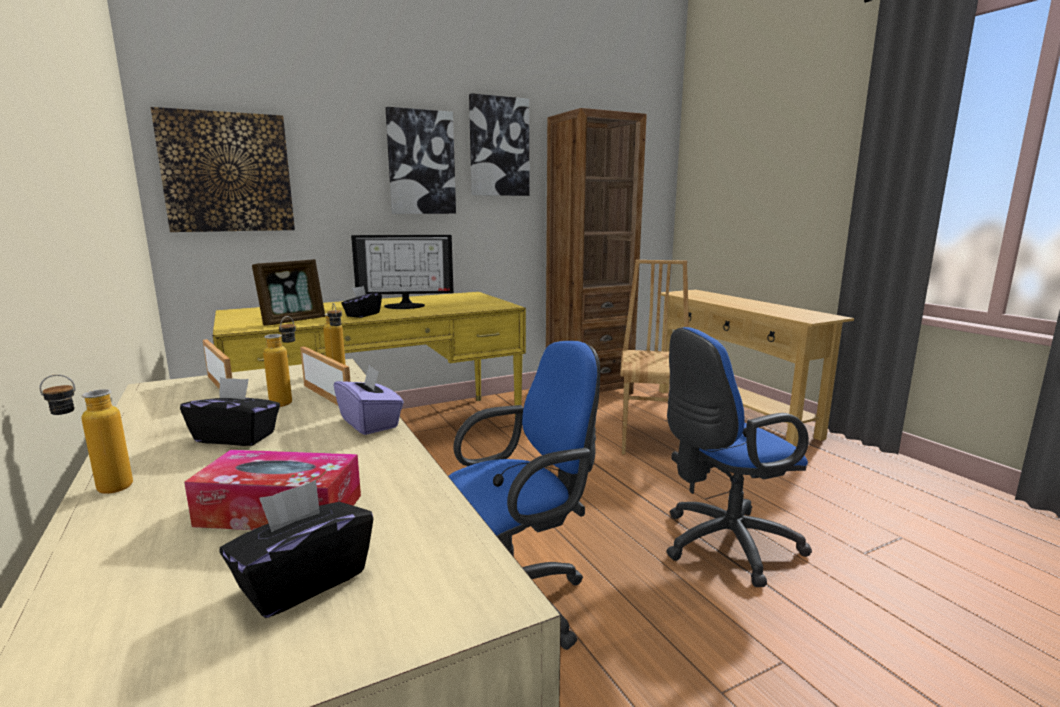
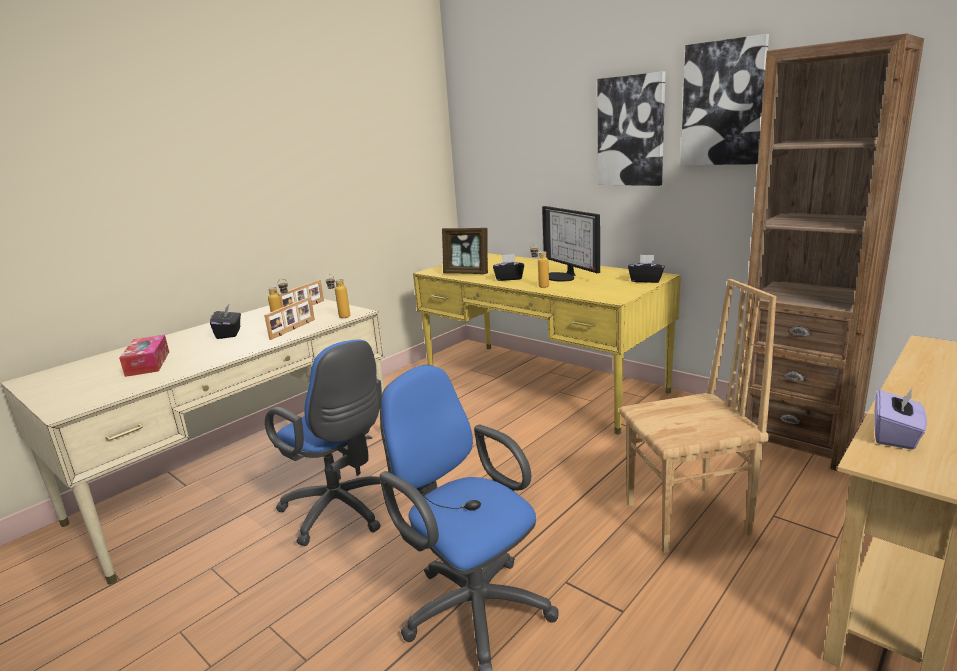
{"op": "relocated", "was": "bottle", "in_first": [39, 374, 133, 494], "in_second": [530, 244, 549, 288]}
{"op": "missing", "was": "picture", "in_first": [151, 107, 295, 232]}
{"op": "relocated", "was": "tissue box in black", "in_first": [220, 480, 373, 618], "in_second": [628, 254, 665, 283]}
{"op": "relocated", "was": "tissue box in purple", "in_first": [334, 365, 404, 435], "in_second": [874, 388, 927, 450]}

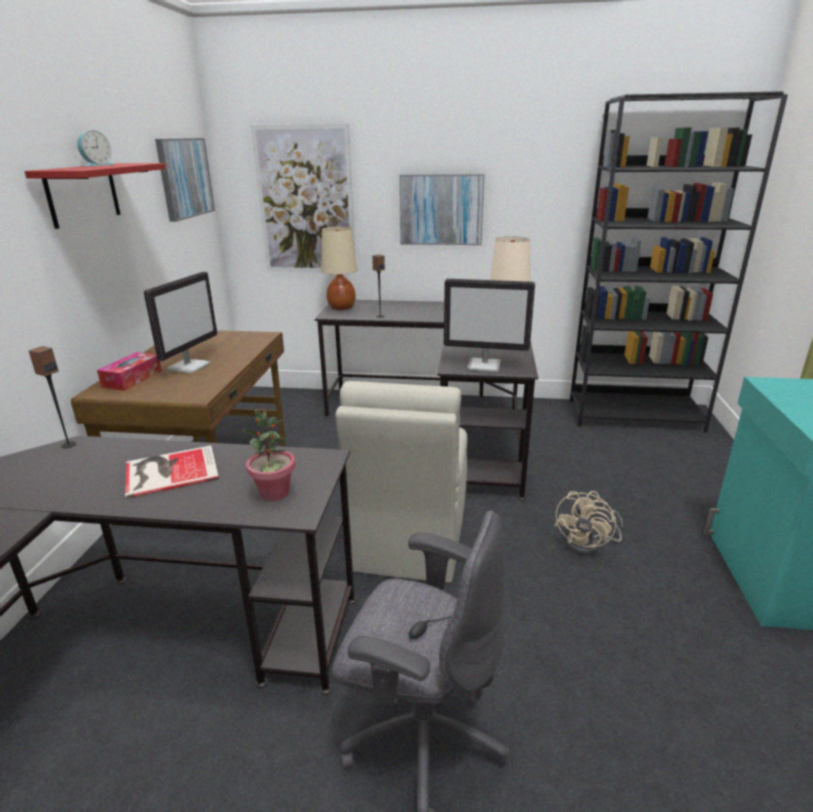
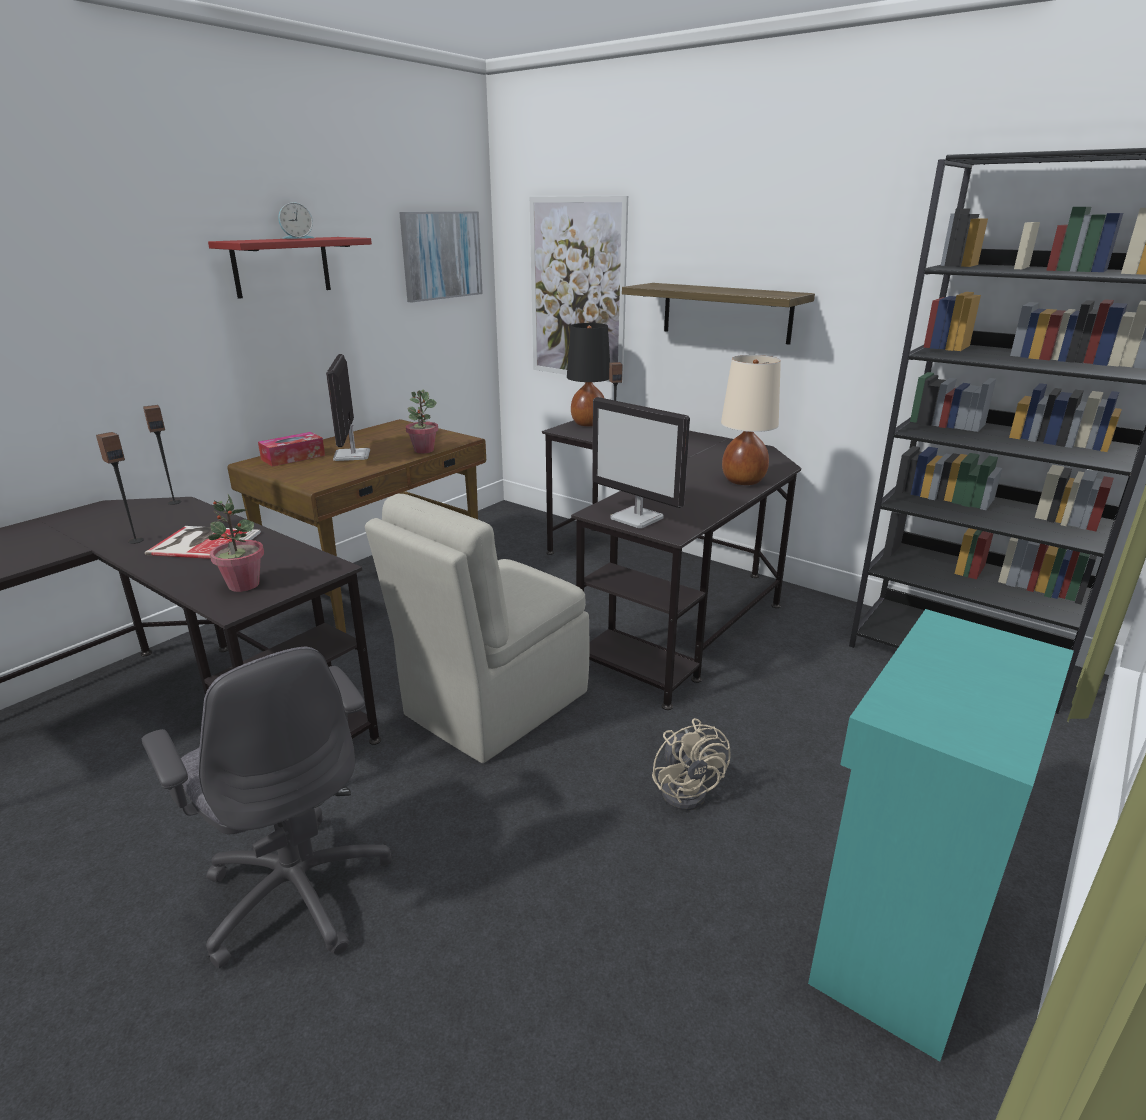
{"op": "spun", "was": "monitor", "in_first": [144, 272, 217, 374], "in_second": [326, 354, 370, 461], "clockwise": 120}
{"op": "colour", "was": "table lamp in beige", "now": "table lamp in black", "in_first": [321, 226, 357, 310], "in_second": [567, 323, 610, 426]}
{"op": "exchanged", "was": "picture", "now": "shelf", "in_first": [400, 174, 485, 245], "in_second": [622, 283, 815, 345]}
{"op": "spun", "was": "fan in beige", "in_first": [555, 491, 623, 555], "in_second": [652, 718, 731, 810], "clockwise": -75}
{"op": "appeared", "now": "speaker", "in_second": [96, 432, 144, 544]}
{"op": "appeared", "now": "potted plant", "in_second": [406, 390, 438, 453]}

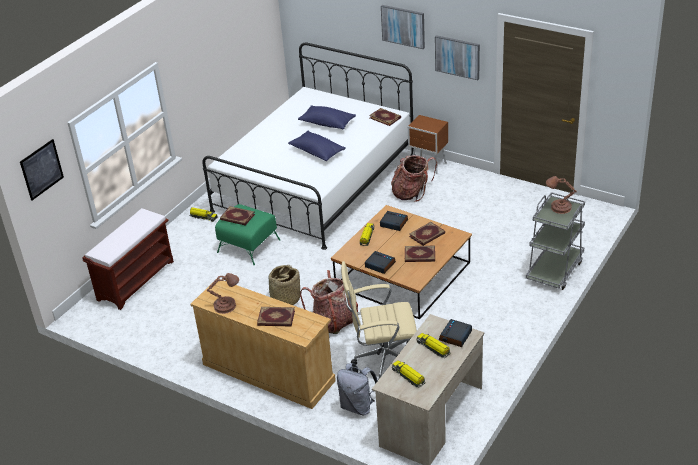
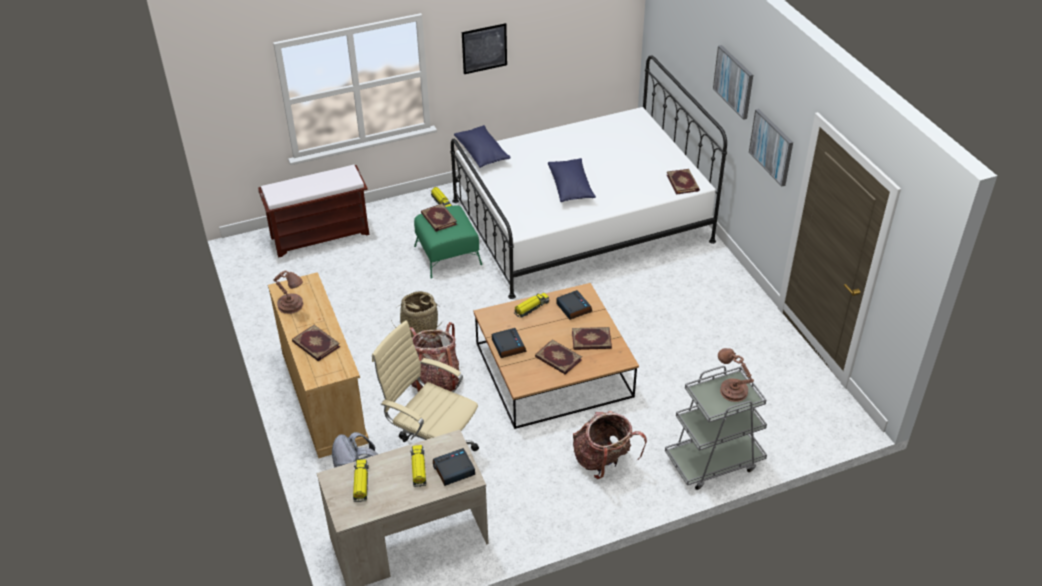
{"op": "relocated", "was": "picture", "in_first": [20, 139, 64, 201], "in_second": [462, 23, 507, 74]}
{"op": "relocated", "was": "pillow in blue", "in_first": [298, 105, 356, 130], "in_second": [454, 125, 511, 168]}
{"op": "relocated", "was": "backpack", "in_first": [391, 155, 437, 202], "in_second": [573, 411, 647, 479]}
{"op": "missing", "was": "nightstand in brown", "in_first": [408, 115, 448, 174]}

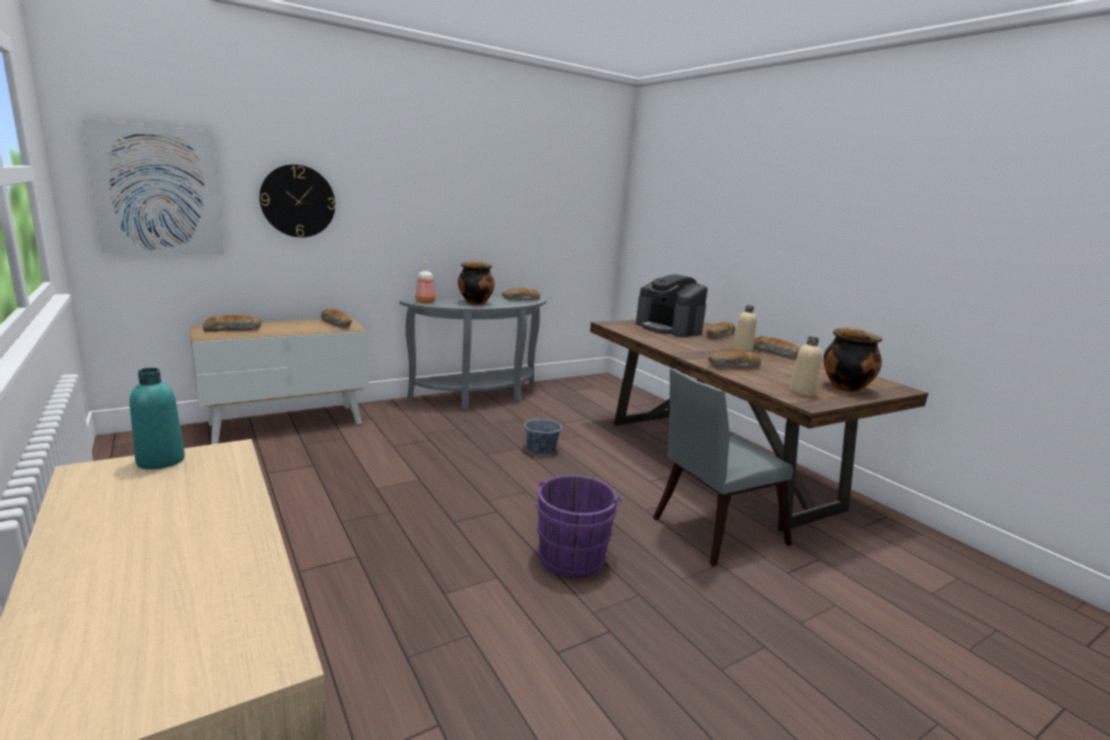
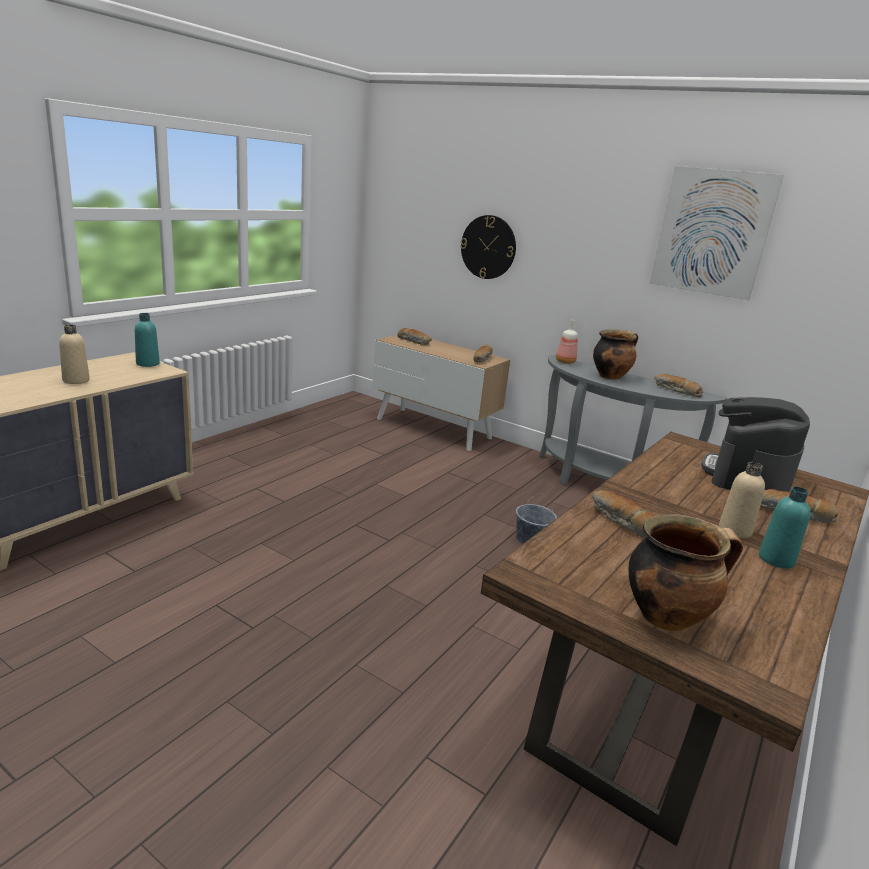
{"op": "relocated", "was": "picture", "in_first": [82, 119, 224, 254], "in_second": [650, 166, 784, 300]}
{"op": "missing", "was": "bucket in purple", "in_first": [536, 475, 623, 578]}
{"op": "missing", "was": "chair in grey", "in_first": [653, 368, 793, 566]}
{"op": "exchanged", "was": "bread", "now": "bottle in turquoise", "in_first": [753, 336, 800, 358], "in_second": [759, 486, 810, 569]}
{"op": "relocated", "was": "bottle in beige", "in_first": [790, 336, 822, 396], "in_second": [59, 325, 90, 384]}

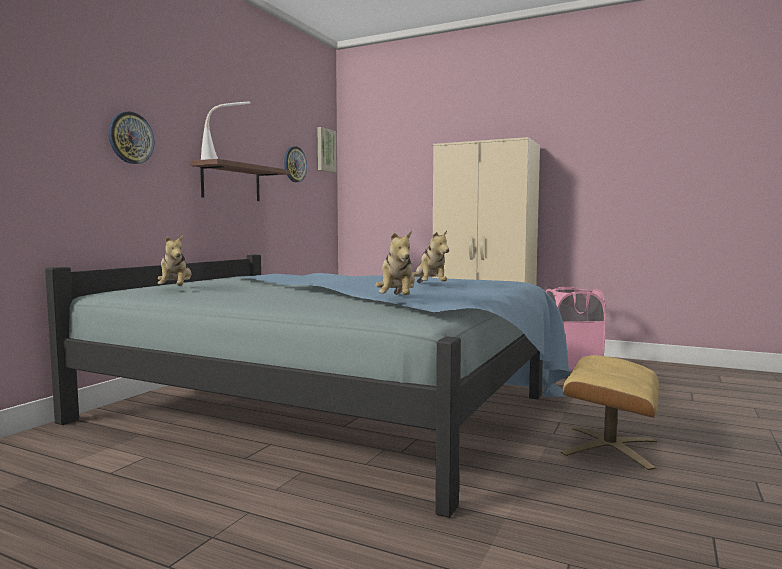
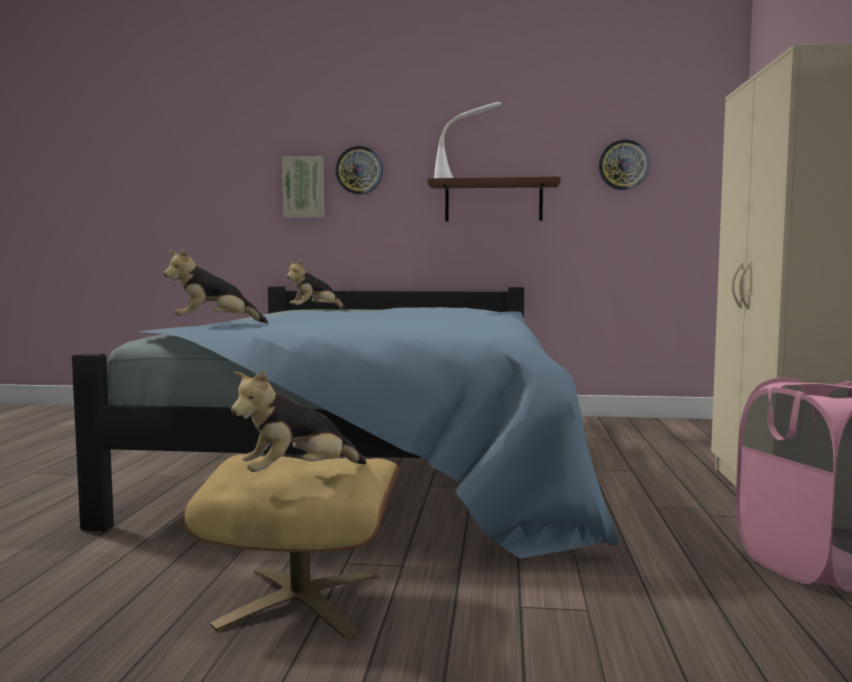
{"op": "relocated", "was": "picture", "in_first": [318, 127, 337, 173], "in_second": [282, 156, 324, 218]}
{"op": "relocated", "was": "plush toy", "in_first": [412, 230, 449, 283], "in_second": [231, 370, 366, 472]}

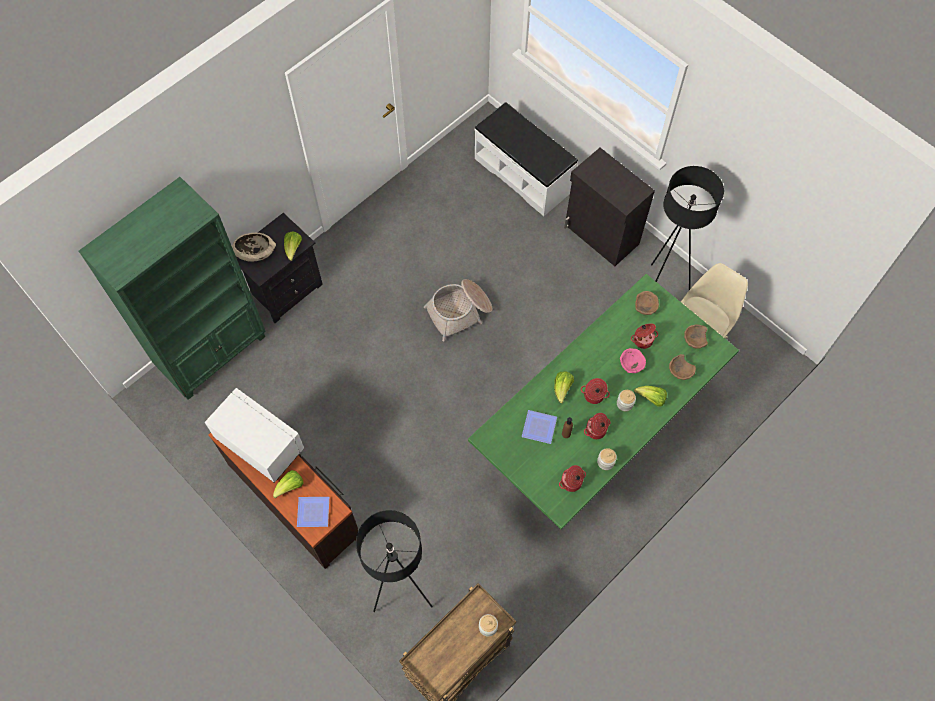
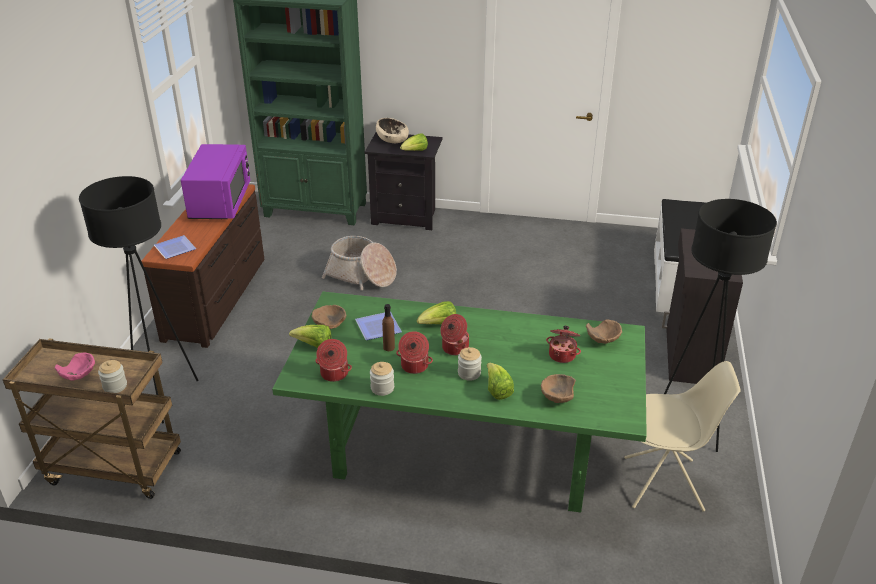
{"op": "colour", "was": "microwave in white", "now": "microwave in purple", "in_first": [205, 388, 304, 483], "in_second": [181, 144, 250, 219]}
{"op": "relocated", "was": "lettuce", "in_first": [273, 470, 304, 499], "in_second": [289, 325, 332, 348]}
{"op": "relocated", "was": "basket", "in_first": [424, 279, 493, 341], "in_second": [322, 236, 397, 290]}
{"op": "relocated", "was": "bowl in pink", "in_first": [620, 348, 646, 373], "in_second": [55, 352, 95, 381]}
{"op": "relocated", "was": "bowl in brown", "in_first": [684, 325, 708, 349], "in_second": [312, 305, 346, 329]}

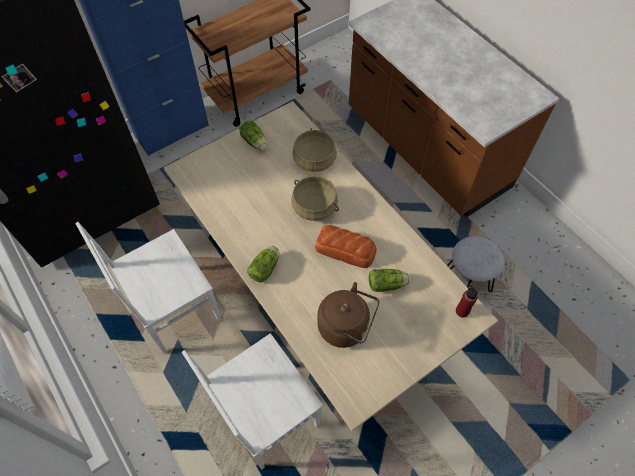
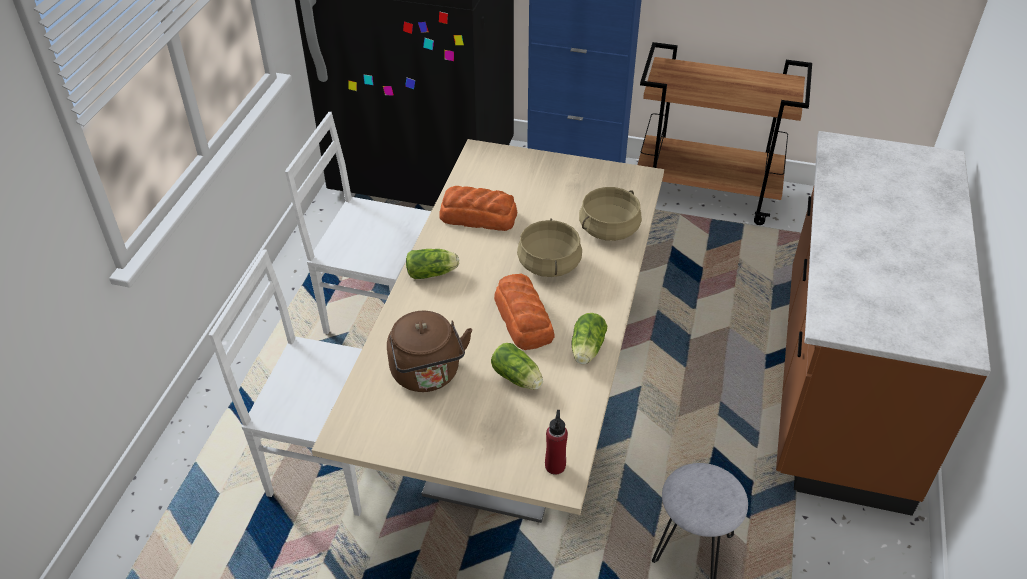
{"op": "relocated", "was": "lettuce", "in_first": [240, 120, 267, 151], "in_second": [572, 313, 607, 364]}
{"op": "appeared", "now": "bread", "in_second": [440, 186, 517, 231]}

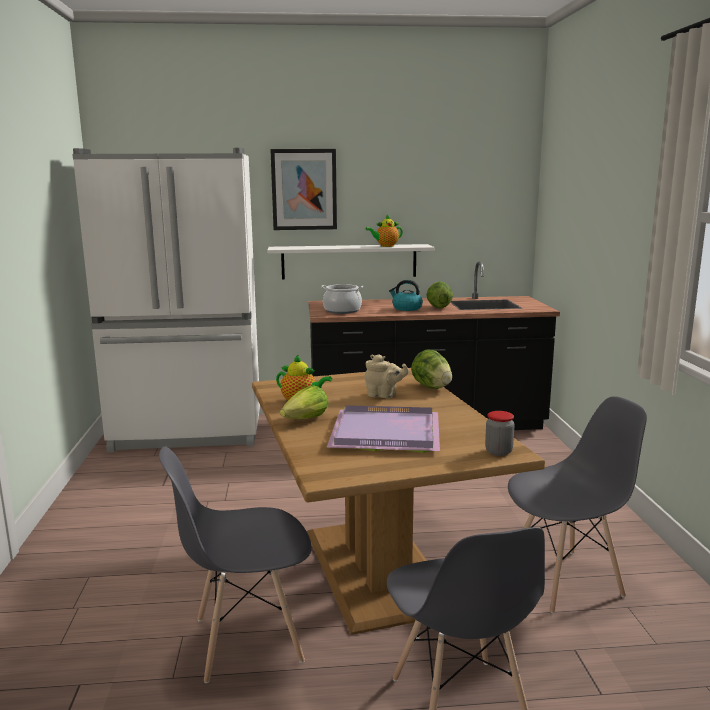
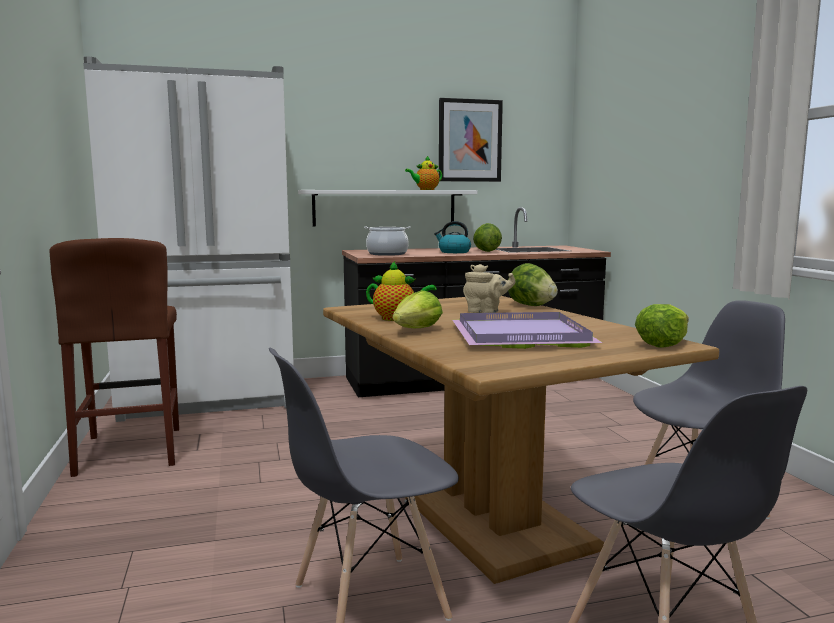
{"op": "relocated", "was": "picture", "in_first": [270, 149, 337, 230], "in_second": [439, 98, 503, 182]}
{"op": "exchanged", "was": "jar", "now": "lettuce", "in_first": [485, 411, 515, 456], "in_second": [635, 304, 689, 347]}
{"op": "appeared", "now": "stool in brown", "in_second": [49, 238, 179, 477]}

